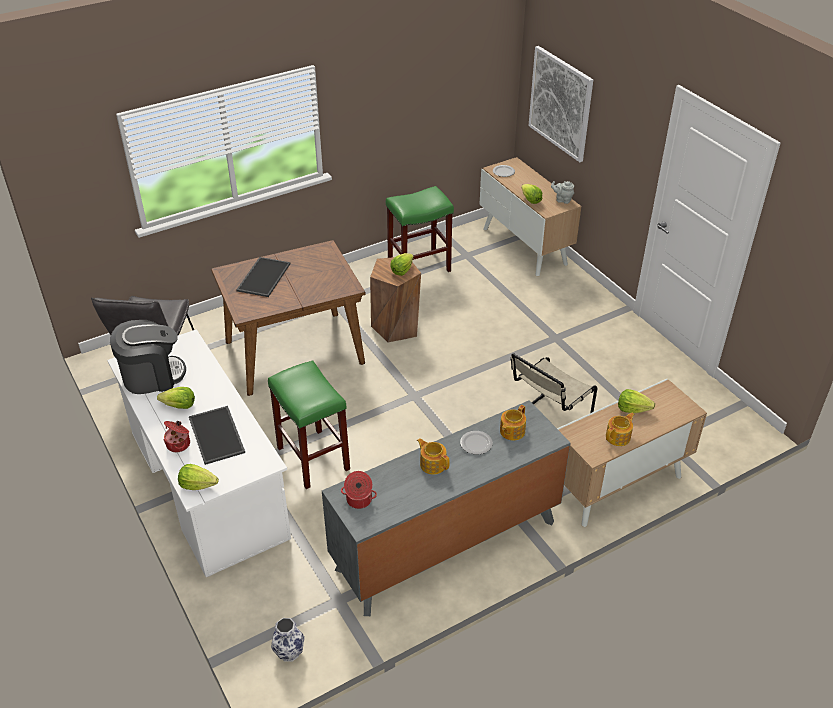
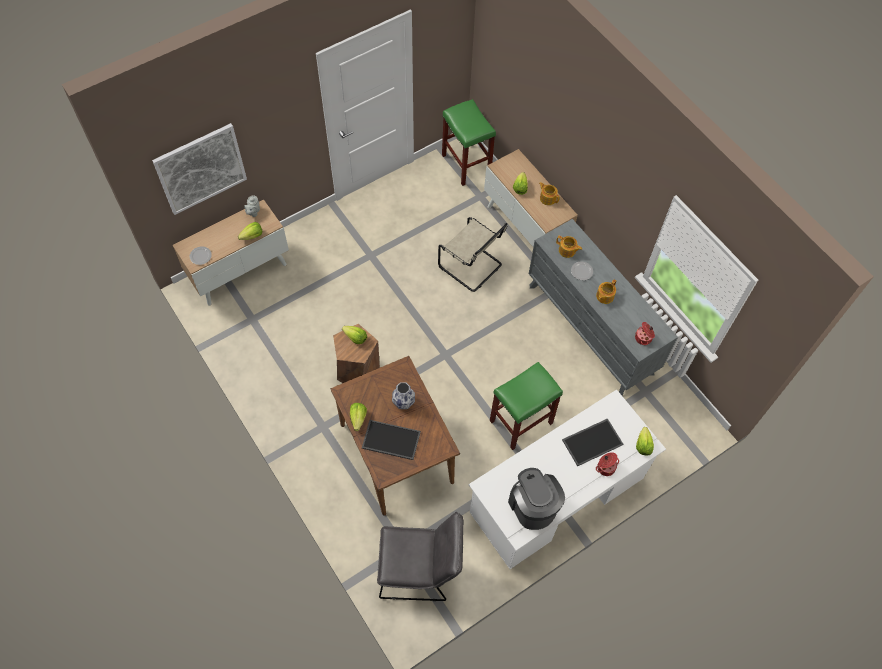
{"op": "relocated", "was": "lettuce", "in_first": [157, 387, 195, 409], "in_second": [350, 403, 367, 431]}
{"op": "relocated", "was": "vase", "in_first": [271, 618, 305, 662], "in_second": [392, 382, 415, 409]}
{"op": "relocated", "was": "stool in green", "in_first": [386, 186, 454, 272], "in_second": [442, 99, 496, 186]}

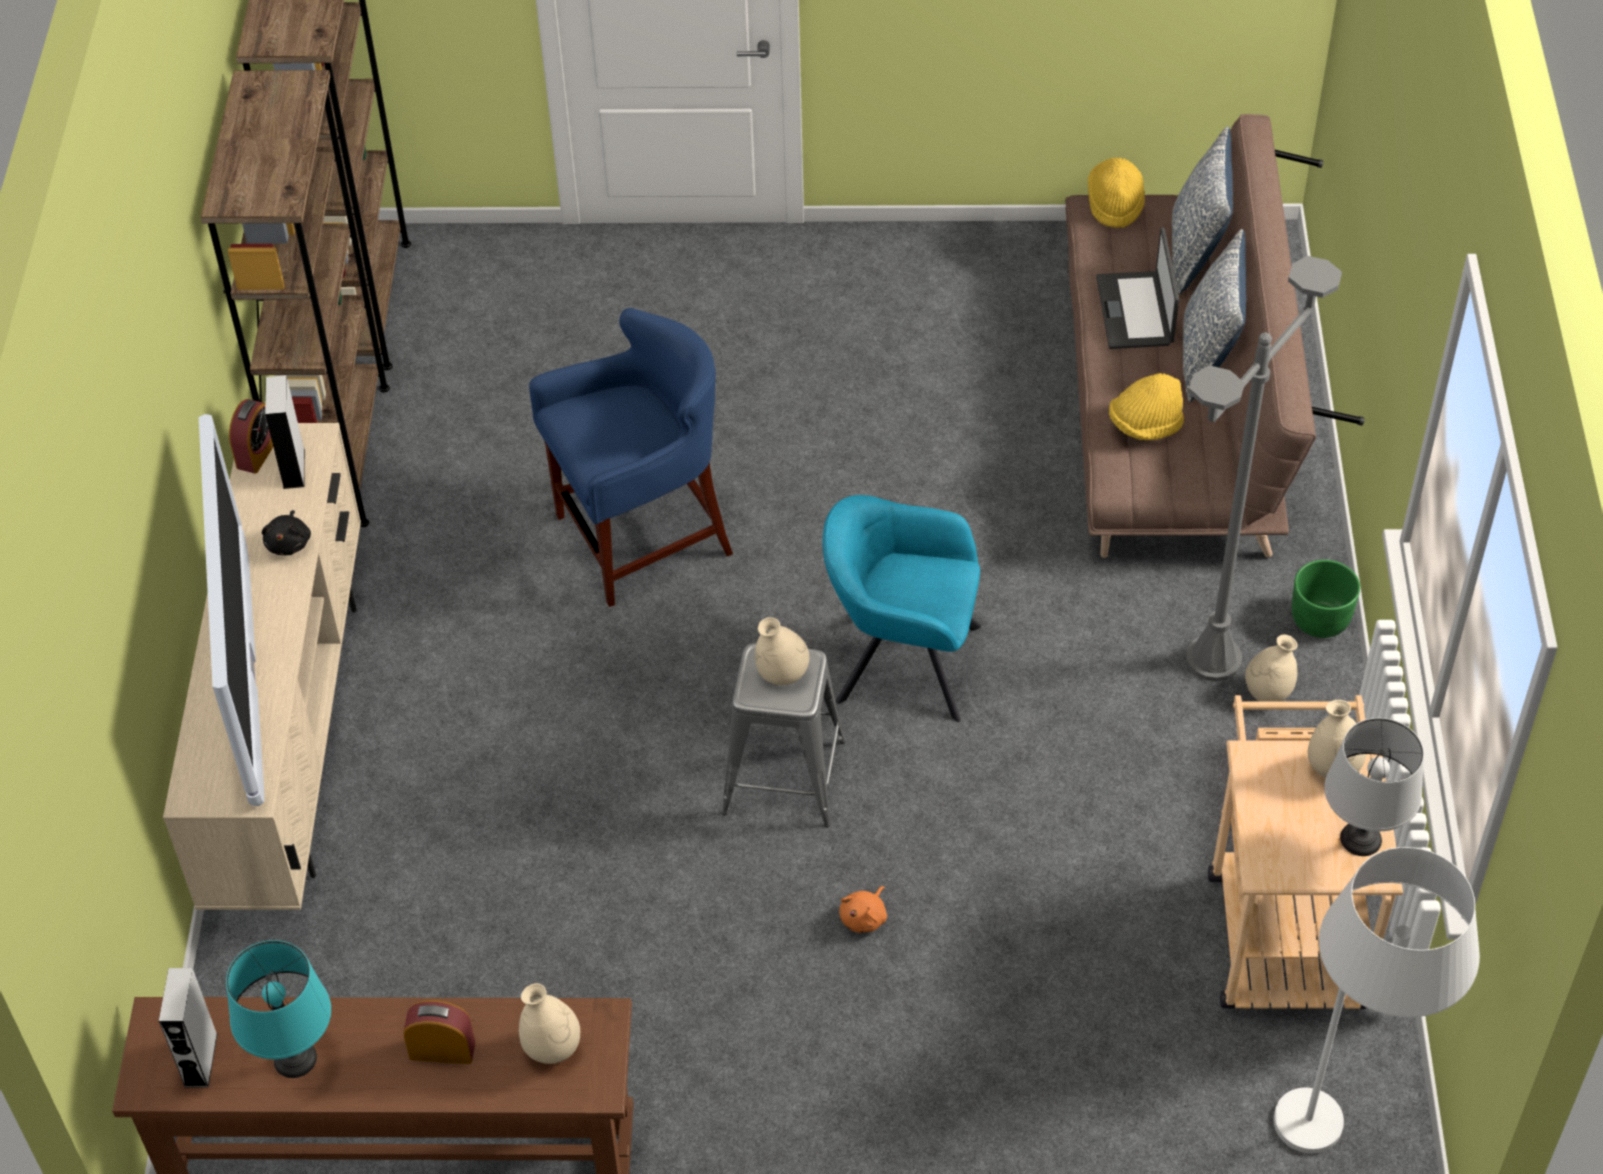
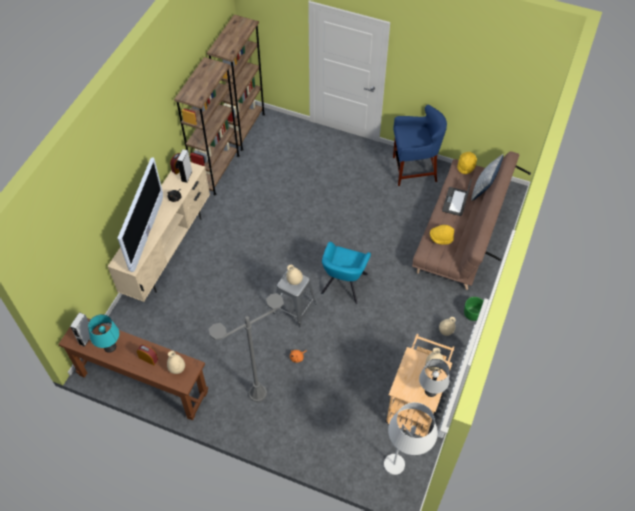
{"op": "relocated", "was": "stool in blue", "in_first": [529, 308, 733, 607], "in_second": [393, 105, 447, 186]}
{"op": "spun", "was": "armchair in turquoise", "in_first": [822, 495, 981, 722], "in_second": [321, 242, 371, 304], "clockwise": -105}
{"op": "missing", "was": "pillow", "in_first": [1183, 229, 1246, 402]}
{"op": "relocated", "was": "floor lamp in grey", "in_first": [1186, 256, 1342, 682], "in_second": [209, 293, 284, 402]}

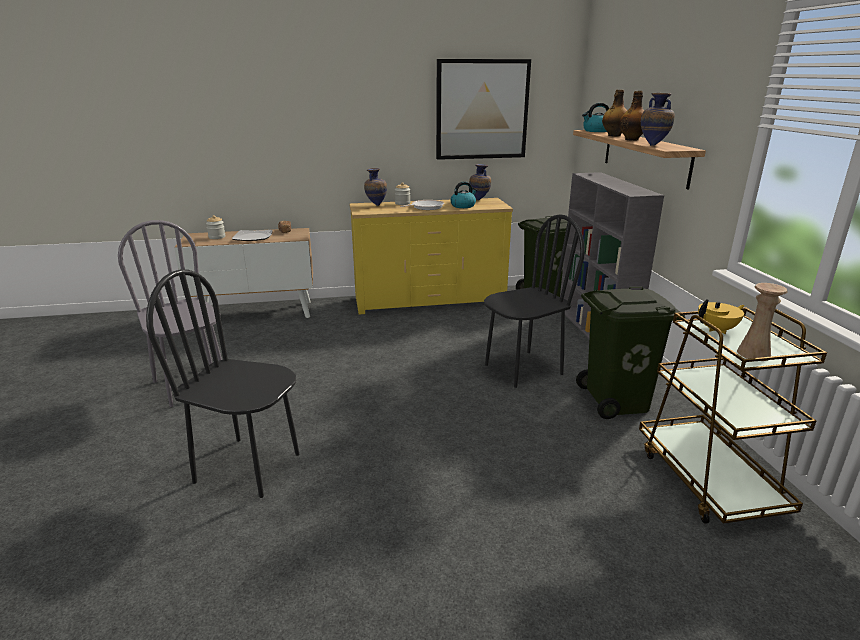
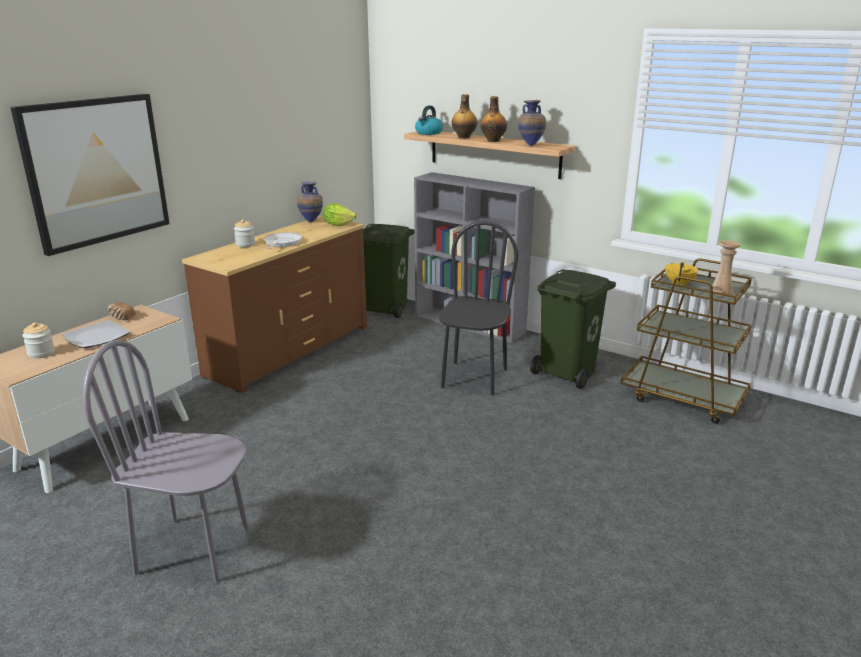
{"op": "missing", "was": "chair in black", "in_first": [146, 269, 299, 498]}
{"op": "colour", "was": "dresser in yellow", "now": "dresser in brown", "in_first": [350, 198, 513, 315], "in_second": [182, 216, 367, 393]}
{"op": "missing", "was": "vase", "in_first": [364, 168, 387, 206]}
{"op": "relocated", "was": "picture", "in_first": [436, 59, 531, 160], "in_second": [10, 94, 170, 256]}
{"op": "missing", "was": "kettle", "in_first": [450, 181, 477, 208]}
{"op": "appeared", "now": "lettuce", "in_second": [323, 203, 357, 226]}

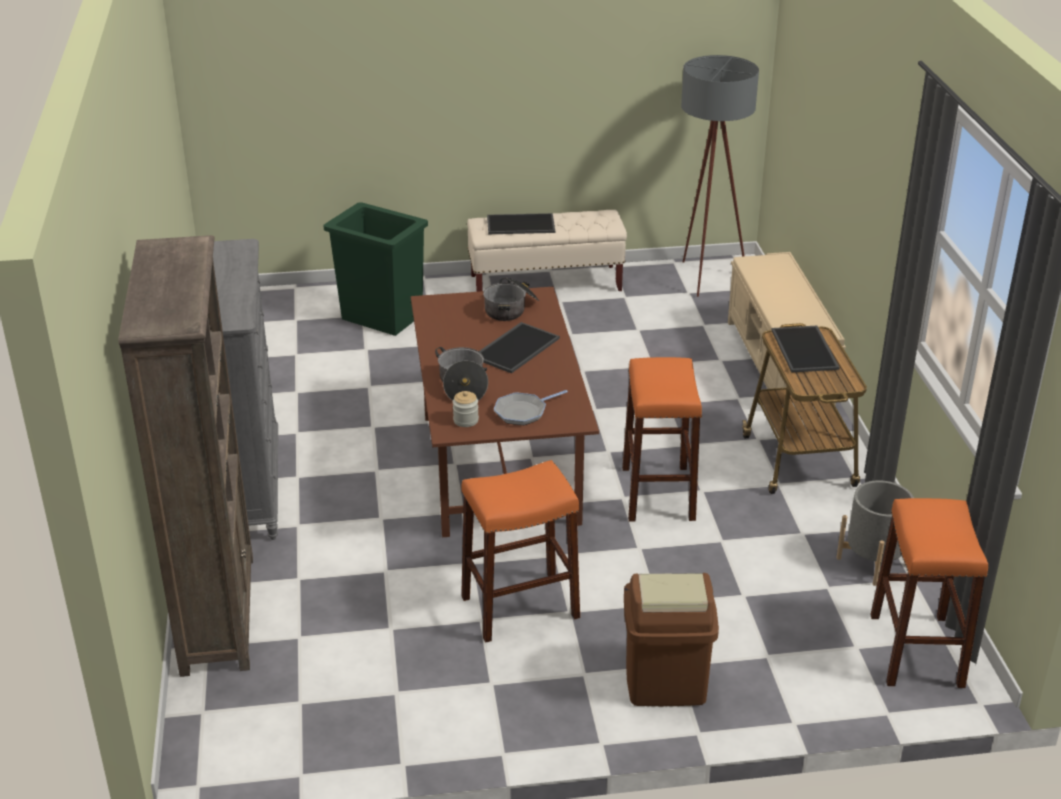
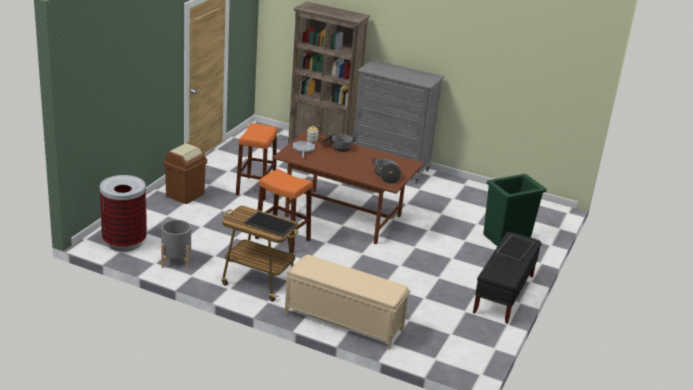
{"op": "colour", "was": "bench in beige", "now": "bench in black", "in_first": [467, 210, 627, 292], "in_second": [473, 232, 541, 324]}
{"op": "missing", "was": "tray", "in_first": [479, 322, 560, 373]}
{"op": "missing", "was": "floor lamp in grey", "in_first": [681, 55, 759, 297]}
{"op": "exchanged", "was": "stool in orange", "now": "trash can", "in_first": [870, 498, 988, 688], "in_second": [100, 175, 147, 252]}

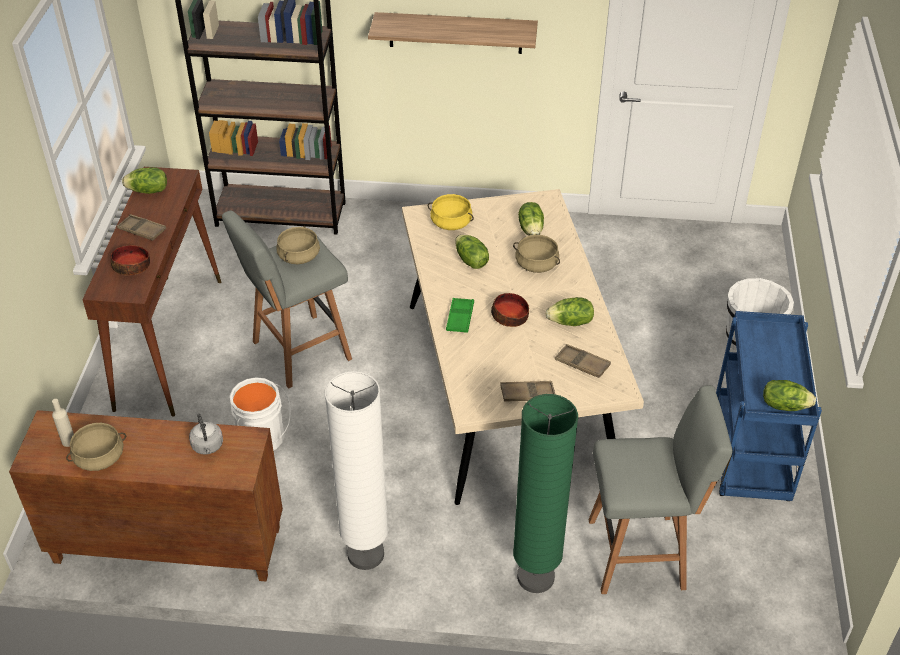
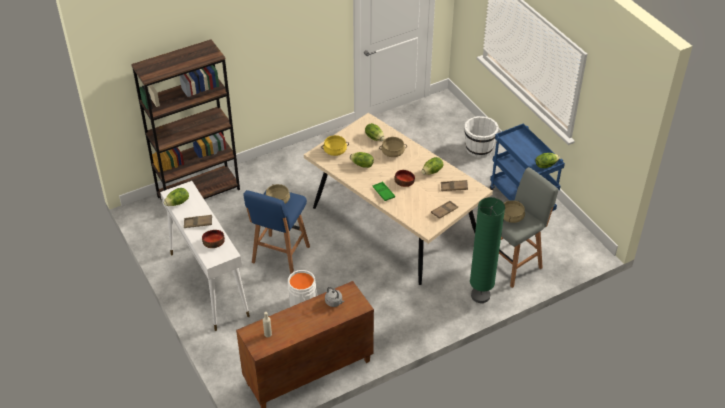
{"op": "relocated", "was": "cooking pot in beige", "in_first": [66, 423, 126, 471], "in_second": [504, 200, 525, 223]}
{"op": "colour", "was": "console table in brown", "now": "console table in white", "in_first": [82, 167, 221, 417], "in_second": [160, 181, 250, 331]}
{"op": "colour", "was": "stool in grey", "now": "stool in blue", "in_first": [222, 211, 352, 388], "in_second": [243, 188, 310, 274]}
{"op": "missing", "was": "floor lamp in white", "in_first": [324, 371, 388, 570]}
{"op": "missing", "was": "shelf", "in_first": [368, 12, 538, 54]}

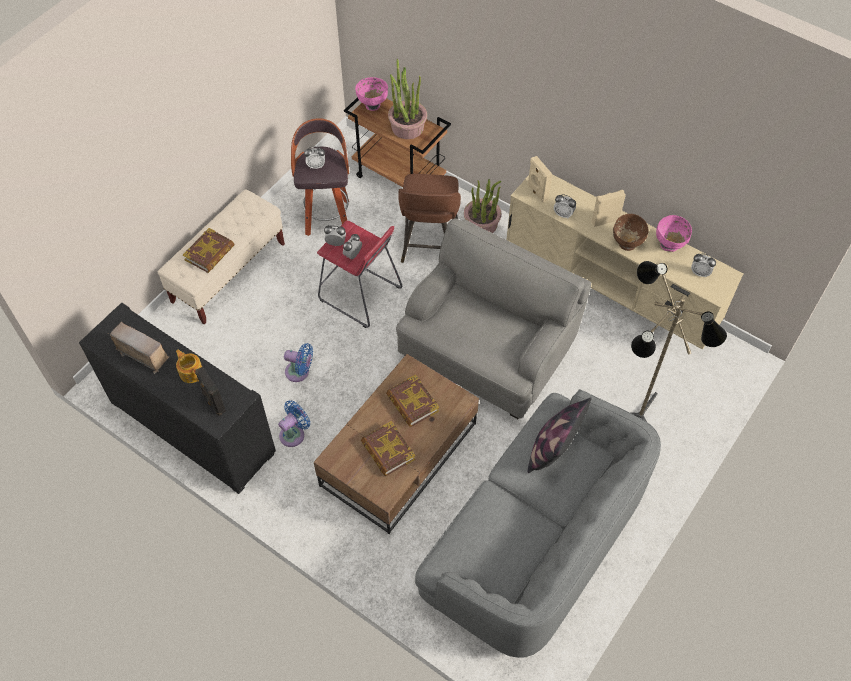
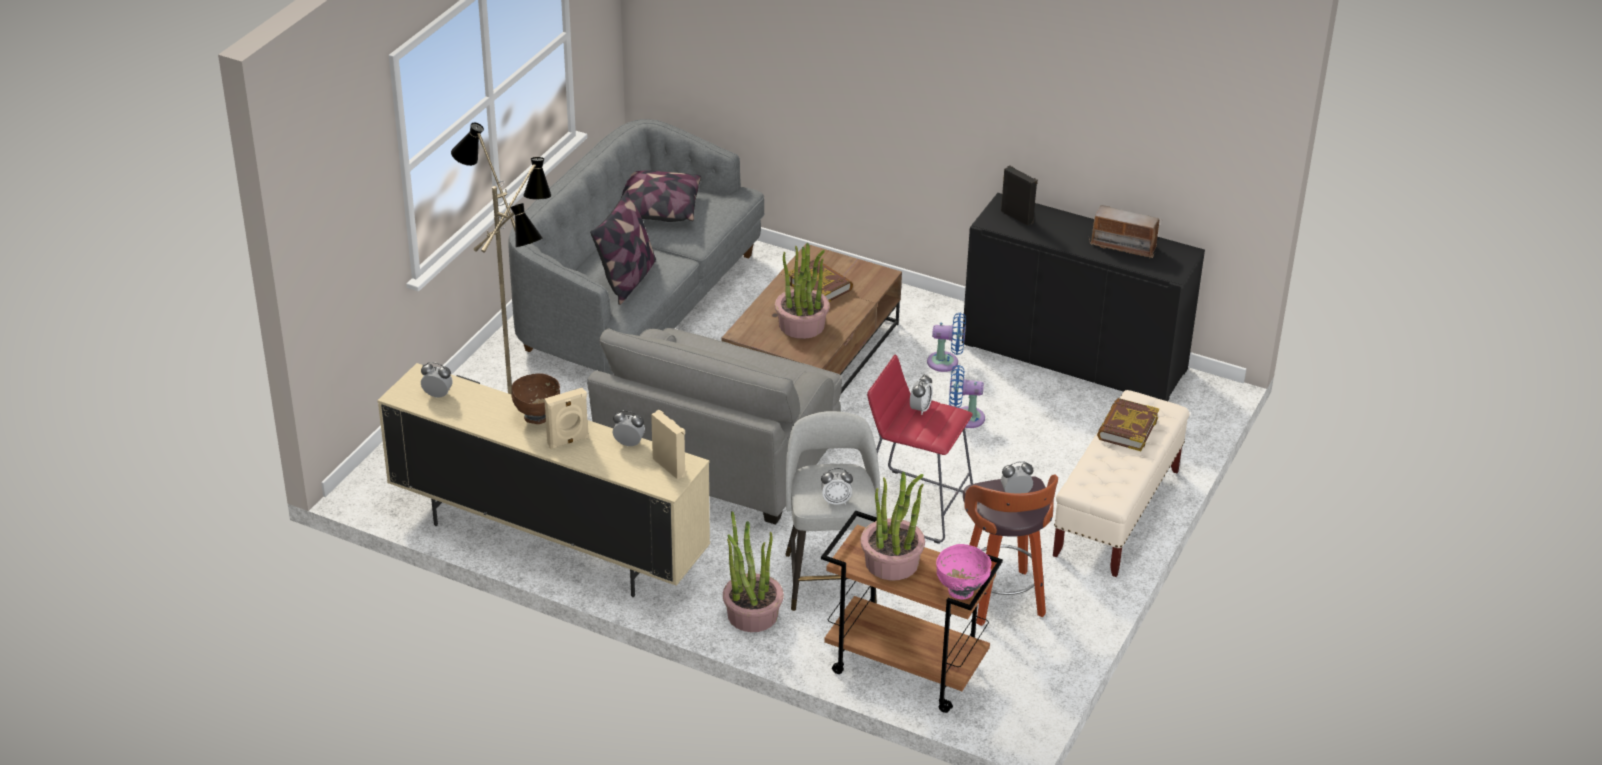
{"op": "missing", "was": "teapot", "in_first": [176, 349, 202, 383]}
{"op": "spun", "was": "fan in blue", "in_first": [278, 400, 310, 447], "in_second": [927, 313, 966, 372], "clockwise": -120}
{"op": "relocated", "was": "alarm clock", "in_first": [324, 225, 346, 246], "in_second": [821, 468, 853, 505]}
{"op": "exchanged", "was": "book", "now": "potted plant", "in_first": [386, 375, 439, 427], "in_second": [775, 243, 830, 339]}
{"op": "colour", "was": "stool in brown", "now": "stool in grey", "in_first": [398, 174, 461, 263], "in_second": [785, 411, 880, 611]}
{"op": "missing", "was": "bowl in pink", "in_first": [656, 215, 692, 252]}
{"op": "appeared", "now": "pillow", "in_second": [622, 171, 701, 222]}

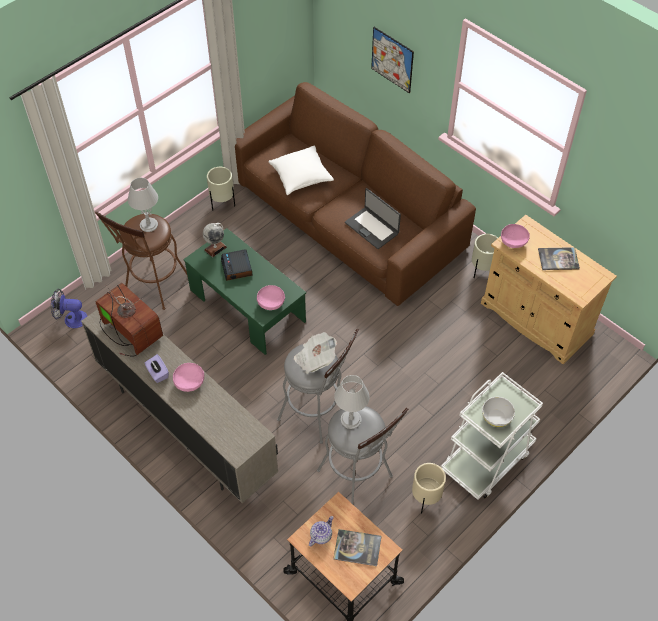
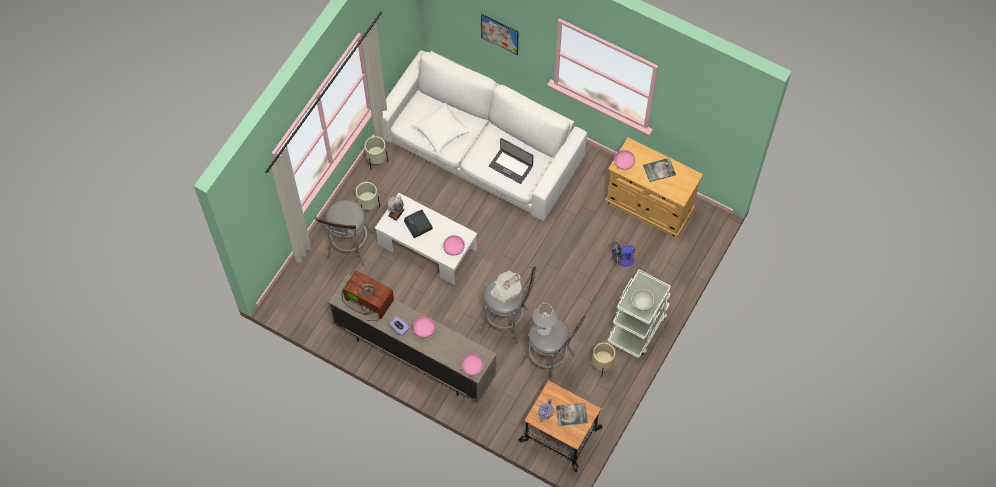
{"op": "relocated", "was": "fan", "in_first": [51, 289, 87, 328], "in_second": [611, 241, 635, 267]}
{"op": "colour", "was": "stool in brown", "now": "stool in grey", "in_first": [95, 211, 188, 310], "in_second": [314, 200, 374, 267]}
{"op": "missing", "was": "table lamp in grey", "in_first": [128, 178, 158, 232]}
{"op": "colour", "was": "coffee table in green", "now": "coffee table in white", "in_first": [183, 228, 306, 355], "in_second": [375, 193, 477, 285]}
{"op": "colour", "was": "sofa in brown", "now": "sofa in white", "in_first": [235, 82, 476, 306], "in_second": [382, 50, 587, 221]}
{"op": "relocated", "was": "planter in beige", "in_first": [472, 234, 498, 278], "in_second": [356, 182, 380, 210]}
{"op": "appeared", "now": "bowl in pink", "in_second": [462, 354, 484, 376]}

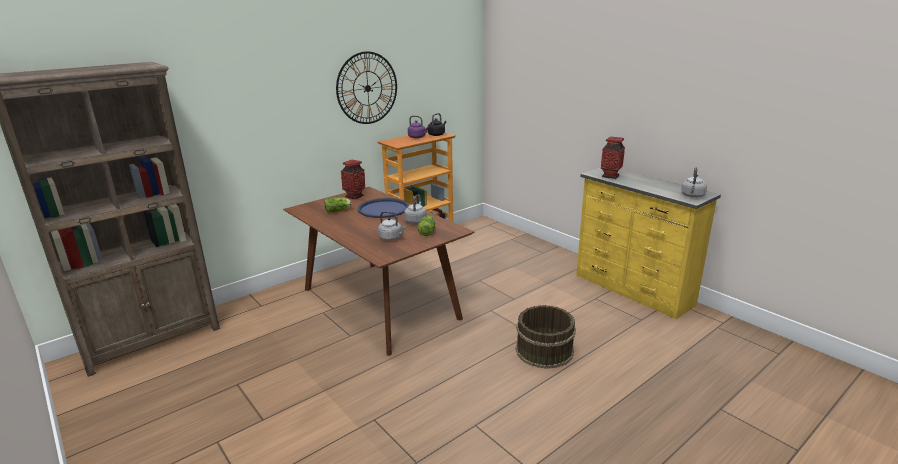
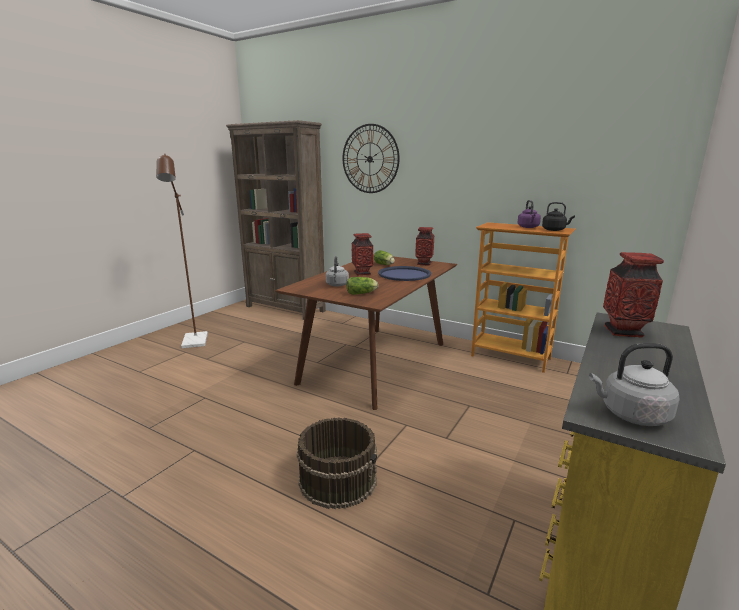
{"op": "relocated", "was": "wall clock", "in_first": [336, 51, 397, 124], "in_second": [343, 124, 400, 193]}
{"op": "missing", "was": "kettle in grey", "in_first": [404, 195, 426, 224]}
{"op": "appeared", "now": "floor lamp in brown", "in_second": [156, 154, 208, 348]}
{"op": "appeared", "now": "vase", "in_second": [352, 233, 373, 275]}

